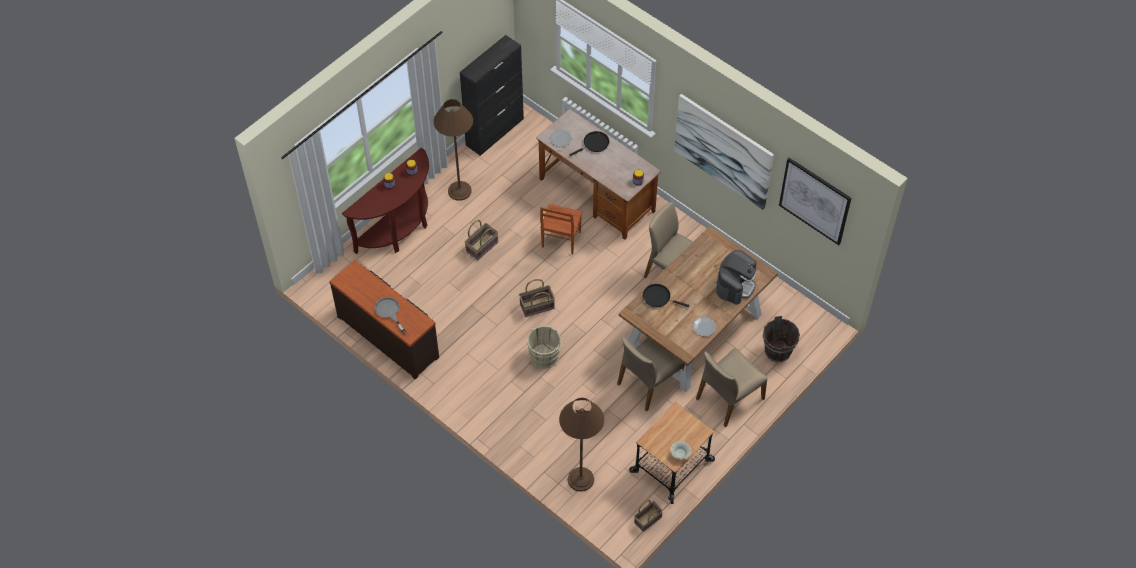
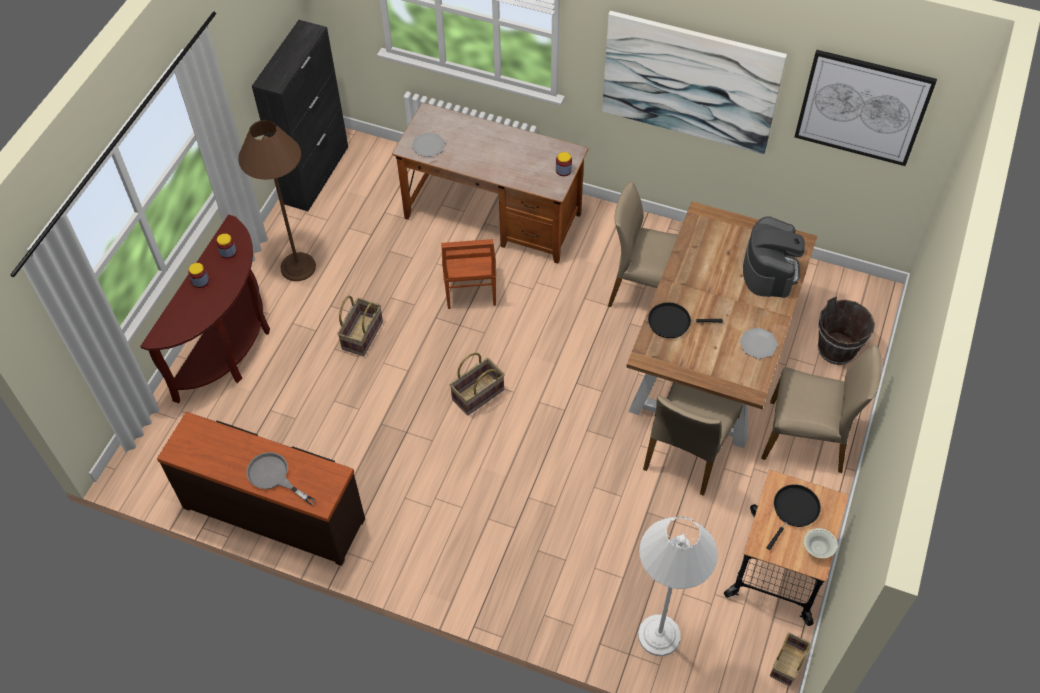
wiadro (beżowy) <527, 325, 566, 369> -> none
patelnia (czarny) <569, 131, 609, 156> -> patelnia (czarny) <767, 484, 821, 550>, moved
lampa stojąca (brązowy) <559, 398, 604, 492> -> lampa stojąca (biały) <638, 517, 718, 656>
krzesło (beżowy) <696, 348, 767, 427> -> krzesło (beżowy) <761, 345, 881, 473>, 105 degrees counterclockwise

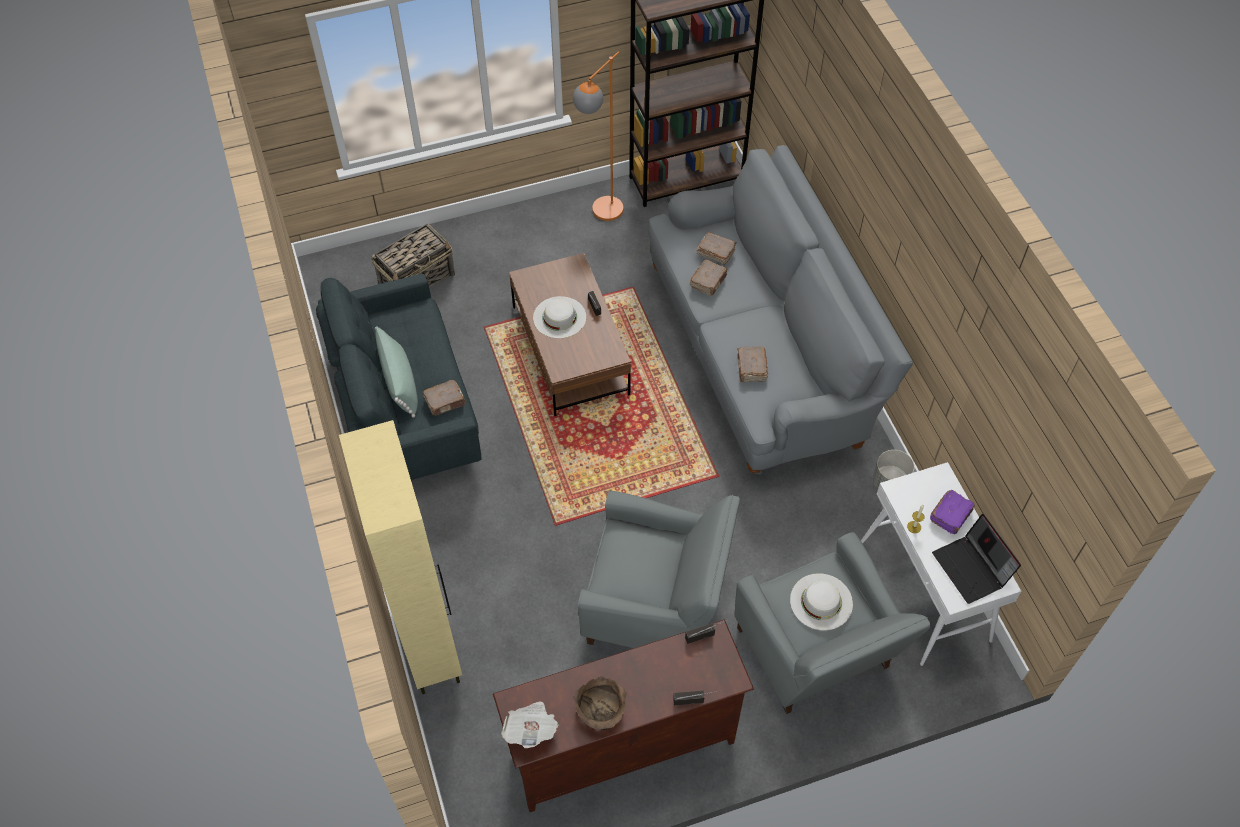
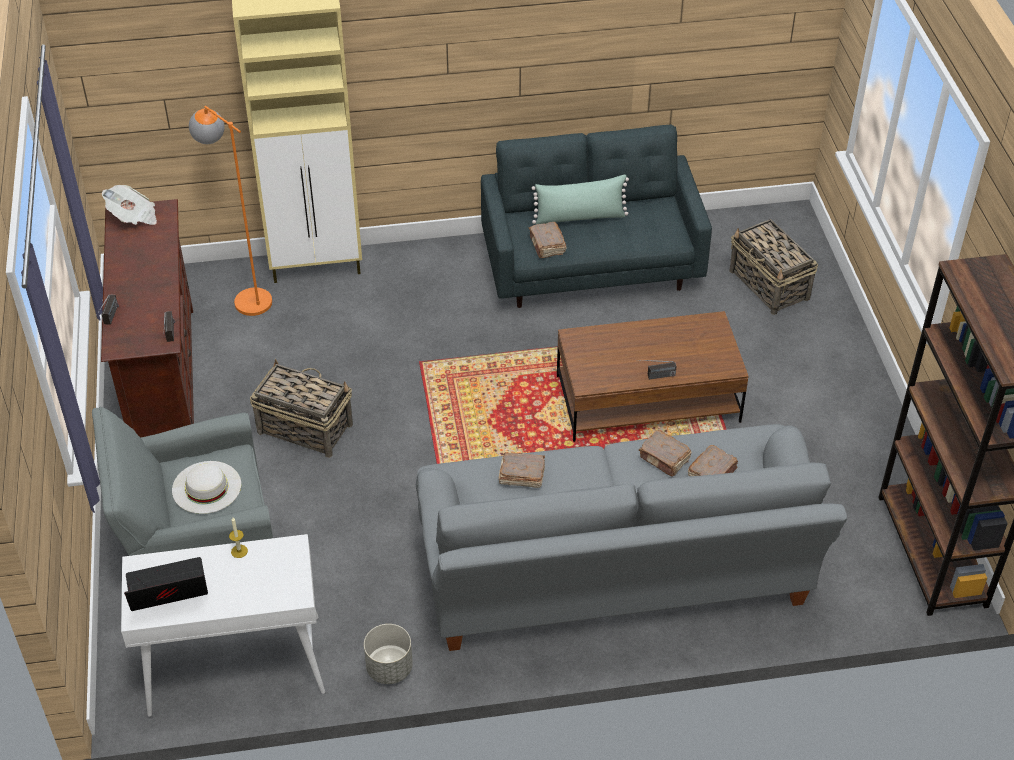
kapelusz (biały) <533, 296, 586, 338> -> none
miska (brązowy) <573, 676, 627, 730> -> none
książka (fioletowy) <930, 490, 975, 534> -> none
lampa stojąca (pomarańczowy) <573, 52, 623, 221> -> lampa stojąca (pomarańczowy) <189, 106, 272, 316>, moved
fotel (szary) <578, 491, 740, 648> -> koszyk <250, 359, 353, 458>

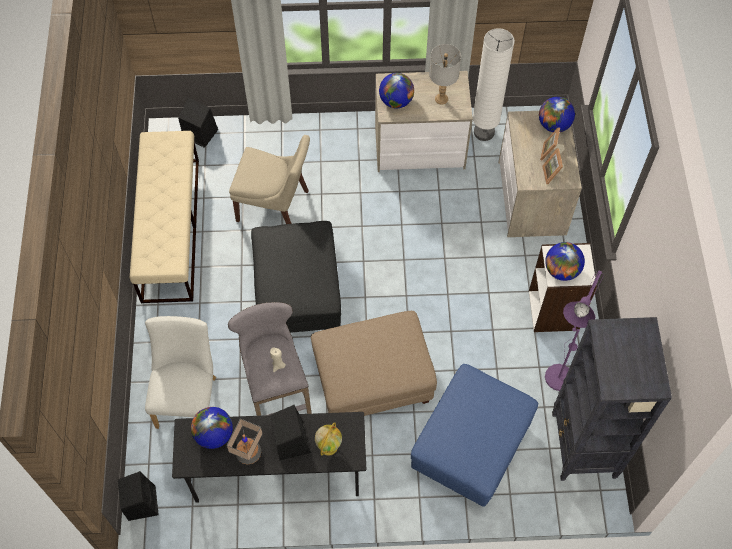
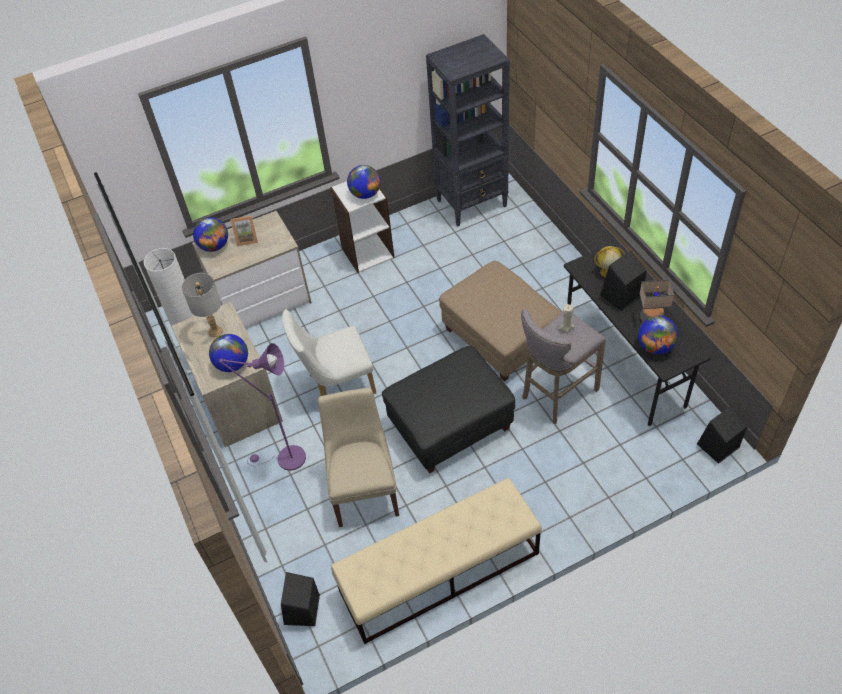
pufa (niebieski) <411, 364, 538, 507> -> none
ramka na zdjęcie <542, 148, 564, 184> -> none
krzesło (biały) <145, 316, 216, 429> -> krzesło (biały) <282, 310, 376, 396>, moved
lampa stojąca (fioletowy) <545, 270, 604, 391> -> lampa stojąca (fioletowy) <219, 343, 306, 471>, moved

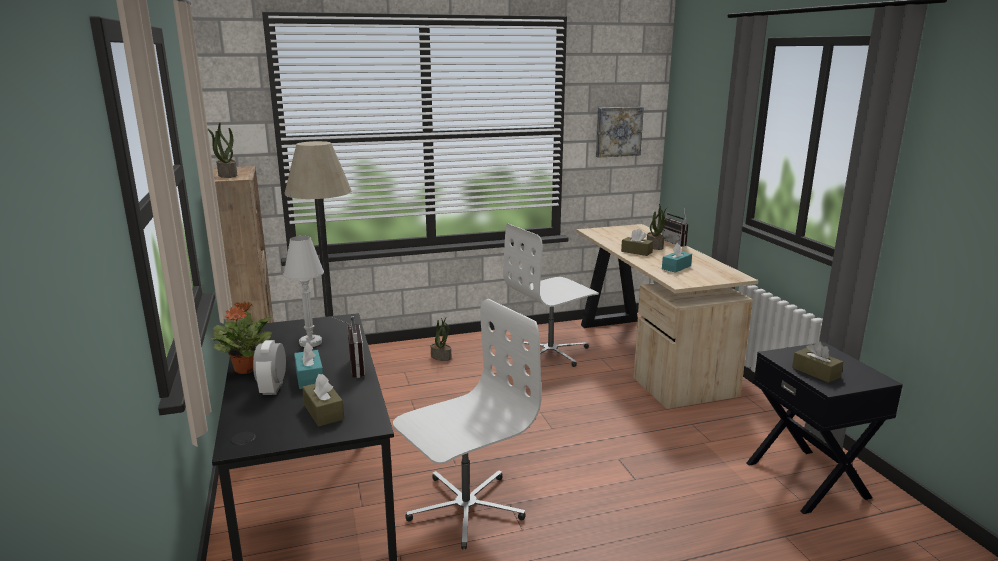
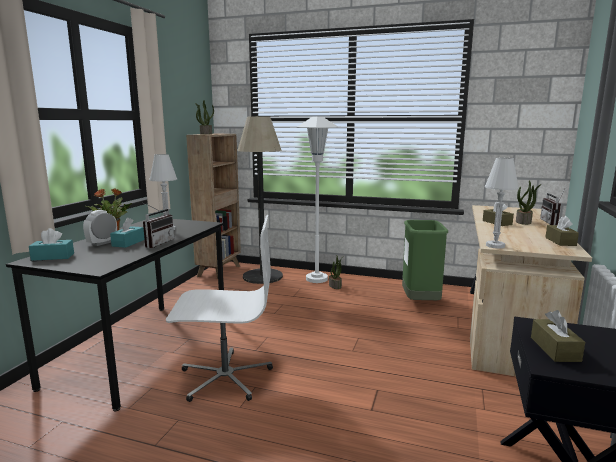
obraz <596, 107, 644, 158> -> none
none -> lampa stojąca (biały) <297, 116, 339, 283>
none -> lampa stołowa (biały) <485, 158, 519, 249>
pudełko chusteczek (brązowy) <302, 374, 344, 427> -> pudełko chusteczek (brązowy) <545, 216, 579, 246>, moved
pudełko chusteczek (turkusowy) <662, 243, 692, 273> -> pudełko chusteczek (turkusowy) <29, 228, 74, 261>, moved
krzesło biurowe (biały) <503, 223, 599, 367> -> kosz na śmieci (zielony) <402, 220, 448, 300>

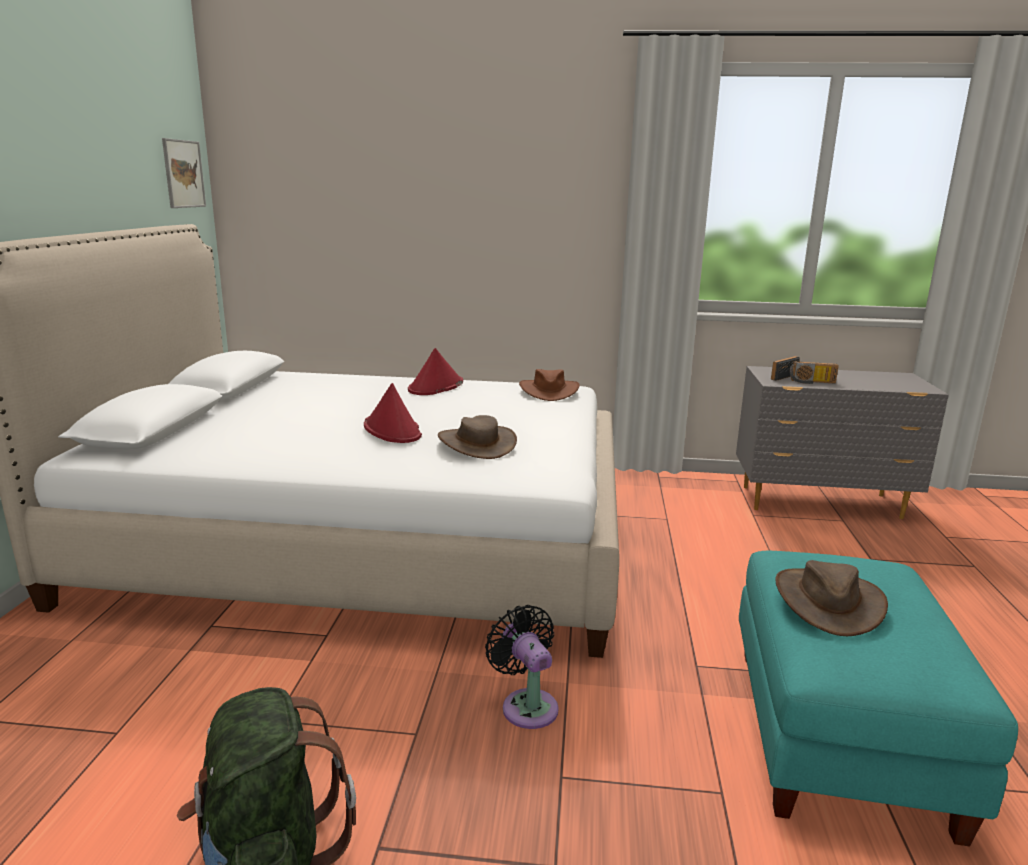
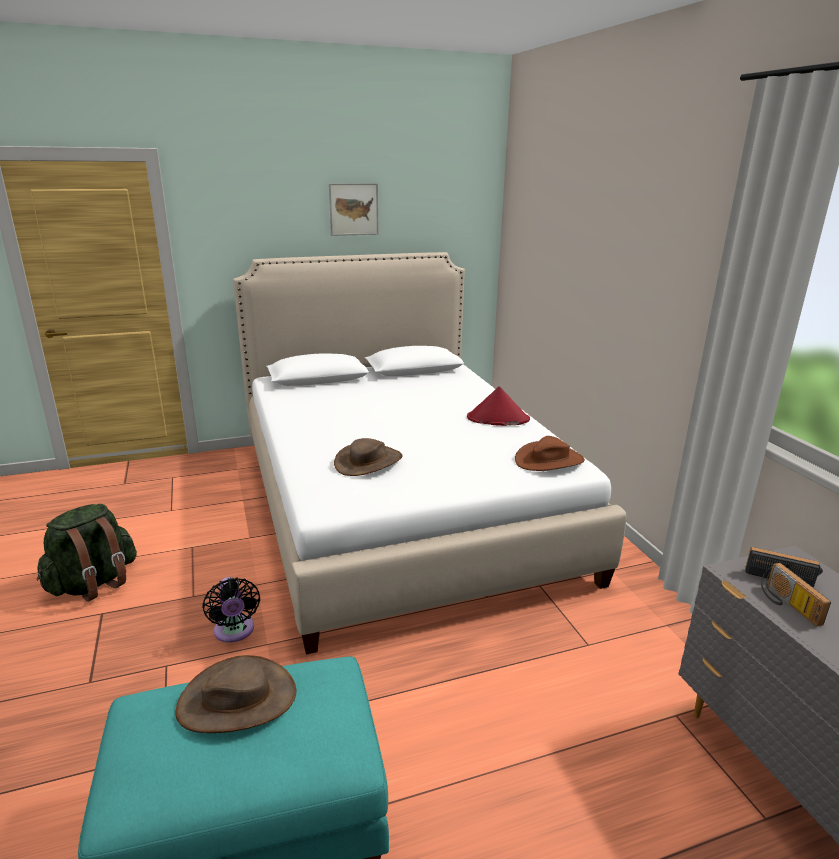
kapelusz (czerwony) <364, 383, 422, 443> -> none
obraz <162, 138, 206, 208> -> obraz <329, 183, 379, 236>, moved
wentylator (czarny) <485, 605, 559, 729> -> wentylator (czarny) <202, 577, 260, 643>, 120 degrees clockwise

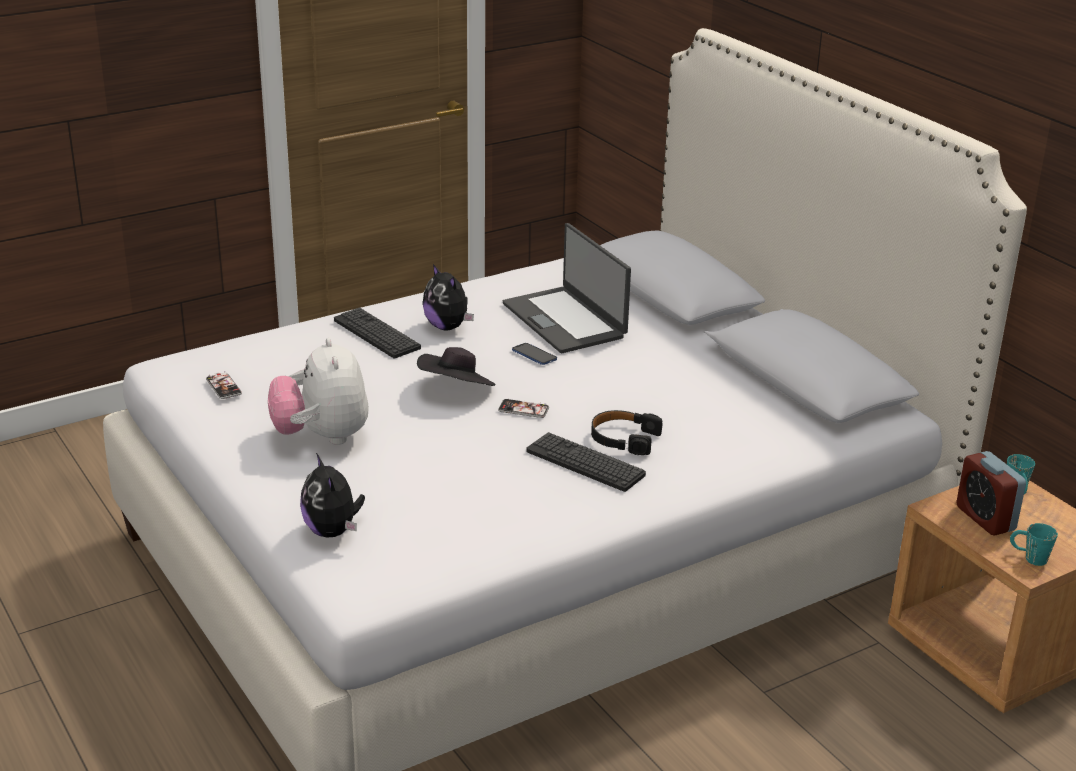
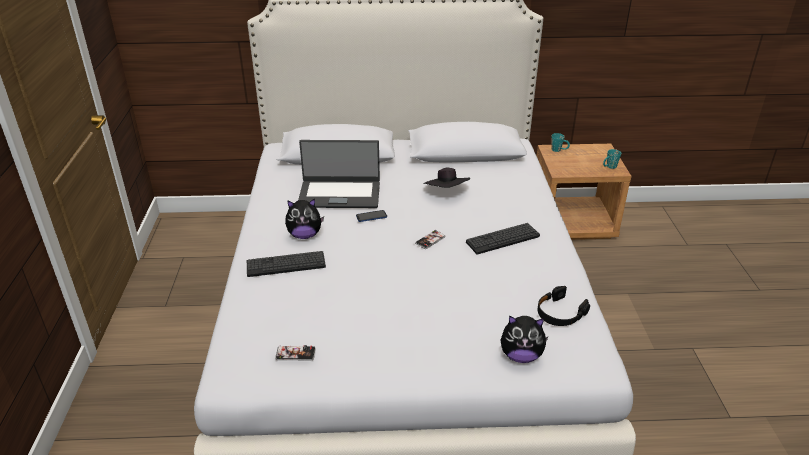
pluszak <268, 338, 369, 445> -> none
budzik <956, 451, 1026, 536> -> none
kapelusz (czarny) <417, 347, 495, 386> -> kapelusz (czarny) <423, 168, 470, 188>, moved
słuchawki (czarny) <591, 410, 662, 455> -> słuchawki (czarny) <538, 286, 590, 326>, moved

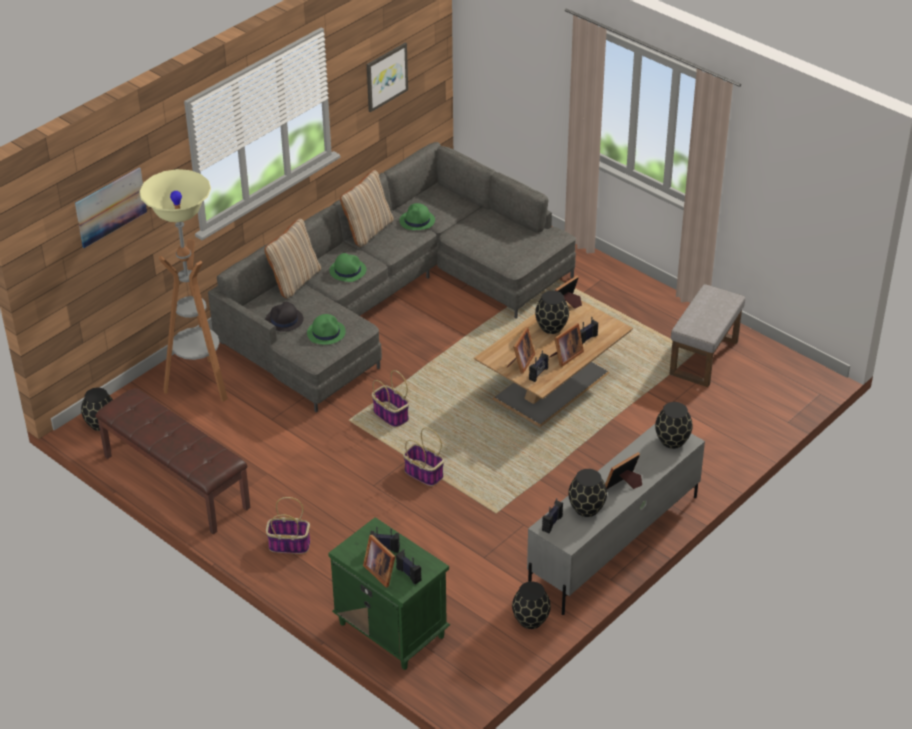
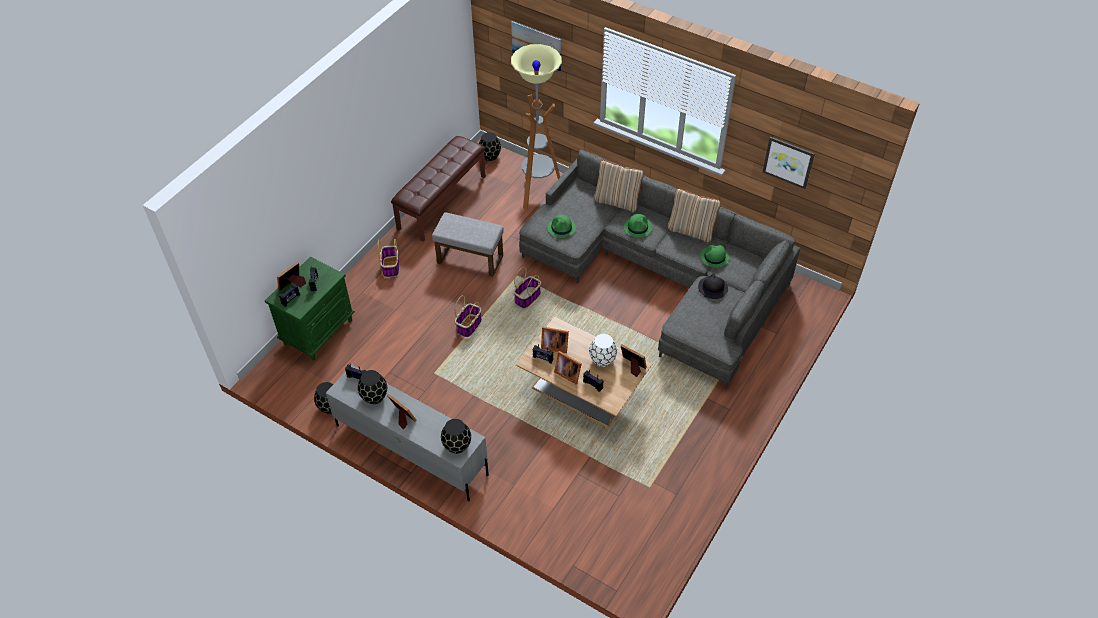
kapelusz (czarny) <265, 302, 304, 332> -> kapelusz (czarny) <698, 274, 728, 299>, moved
pufa (szary) <669, 284, 745, 387> -> pufa (szary) <432, 212, 504, 277>, moved
wazon (czarny) <535, 291, 569, 334> -> wazon (biały) <589, 334, 617, 367>

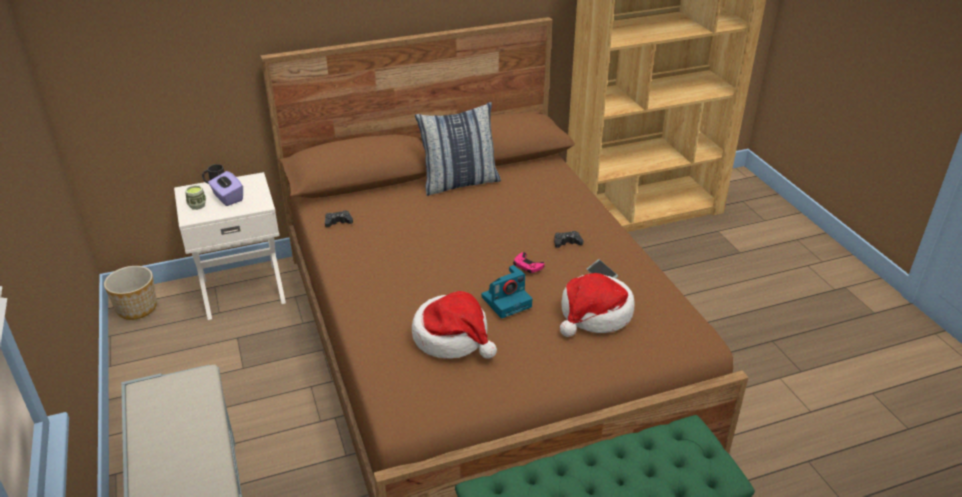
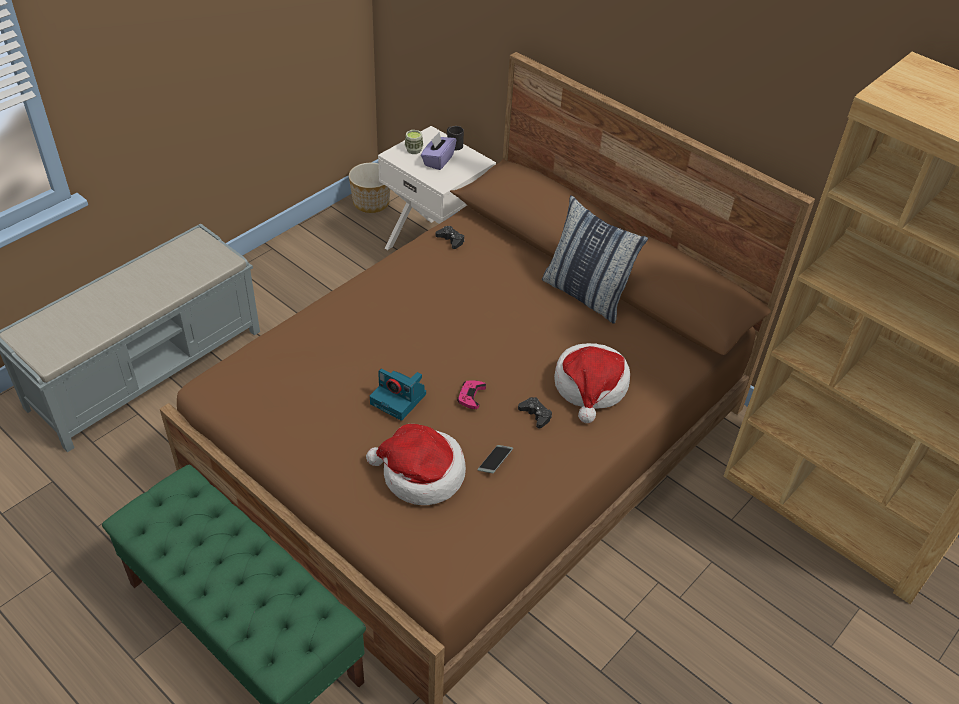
kapelusz <412, 291, 497, 359> -> kapelusz <554, 343, 630, 423>, moved

